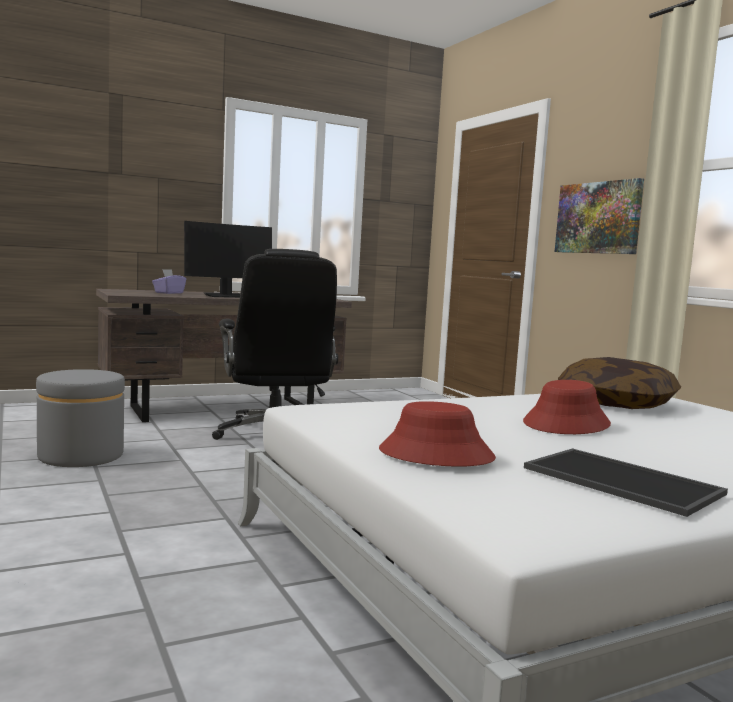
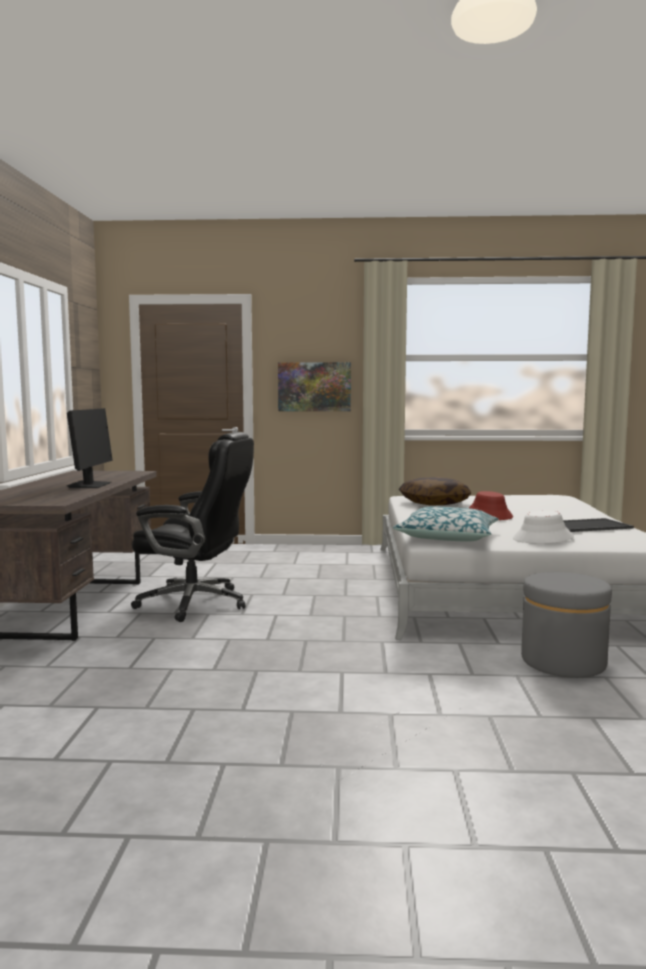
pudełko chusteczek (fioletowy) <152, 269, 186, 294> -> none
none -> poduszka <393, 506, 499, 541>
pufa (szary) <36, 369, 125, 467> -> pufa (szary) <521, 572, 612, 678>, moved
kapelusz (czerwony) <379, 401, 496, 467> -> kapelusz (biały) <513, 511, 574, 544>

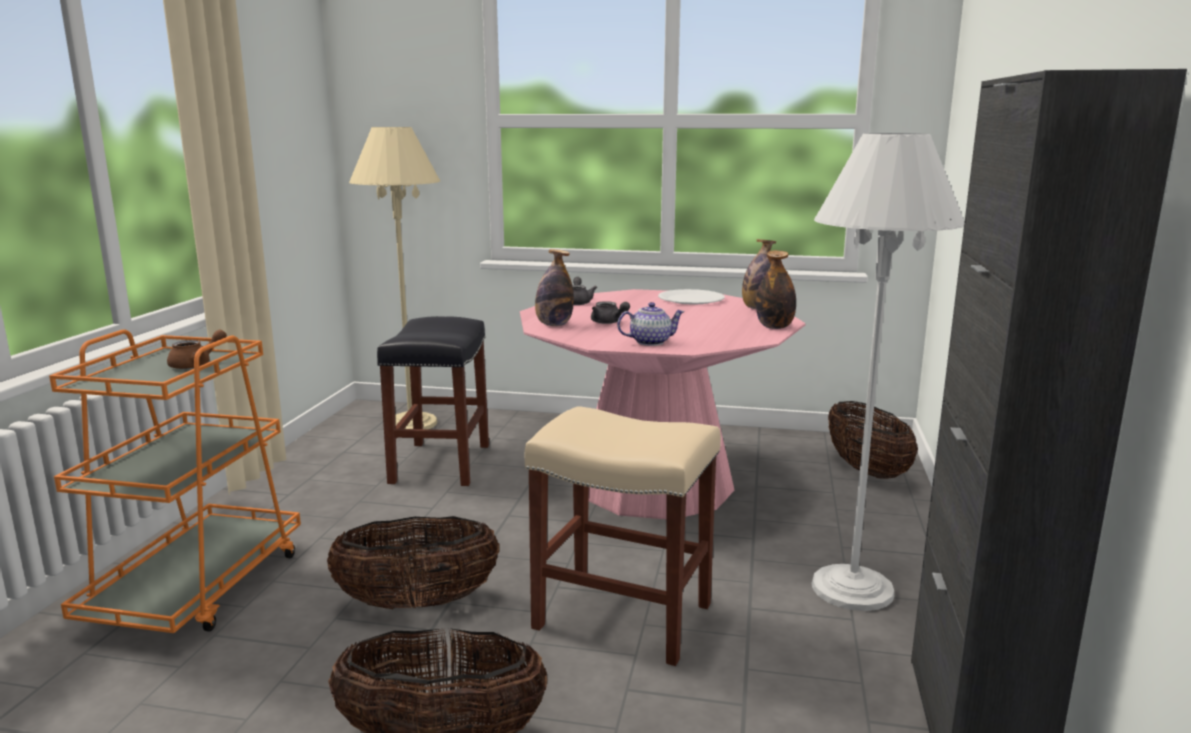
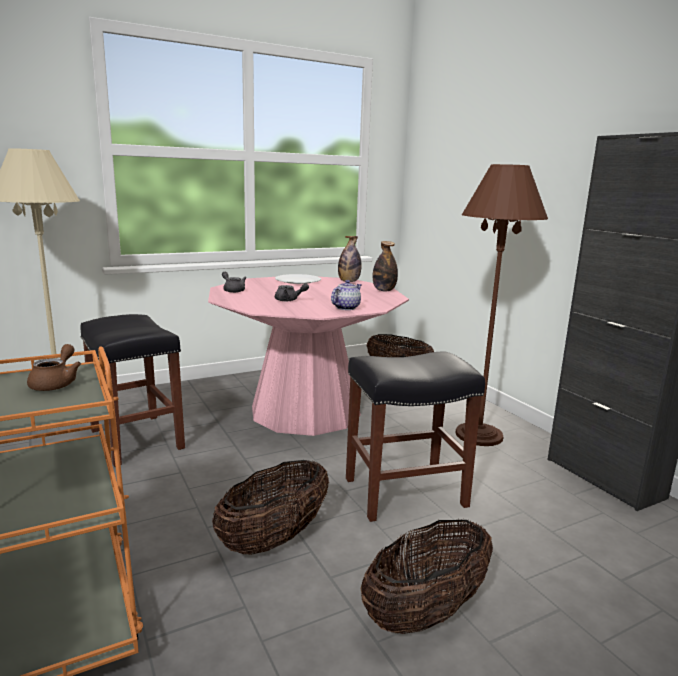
butelka <535, 249, 574, 326> -> none
stołek (beżowy) <525, 406, 721, 666> -> stołek (czarny) <346, 351, 485, 522>
lampa stojąca (biały) <812, 133, 964, 611> -> lampa stojąca (brązowy) <455, 164, 548, 446>

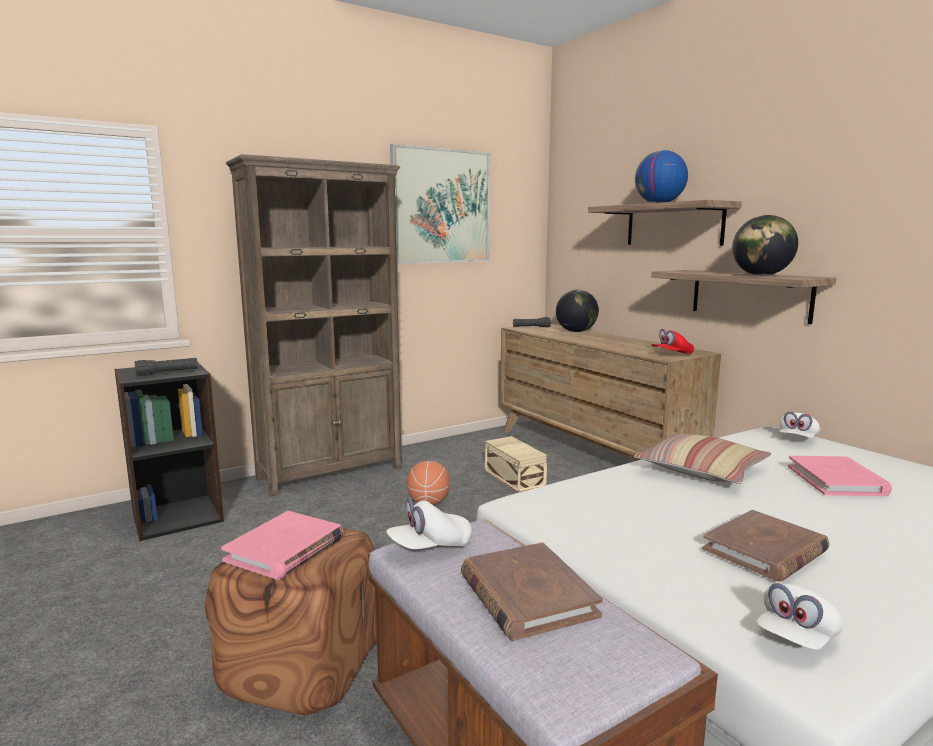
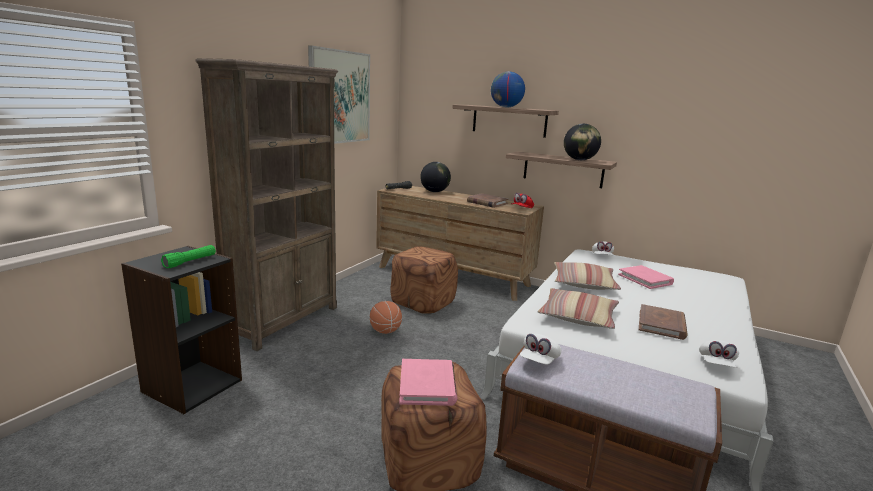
none -> poduszka <537, 288, 619, 329>
książka (brązowy) <461, 542, 603, 641> -> książka (brązowy) <467, 193, 509, 208>, moved
pojemnik do przechowywania (beżowy) <485, 436, 547, 493> -> pufa (brązowy) <391, 246, 458, 314>
latarka (czarny) <134, 358, 198, 376> -> latarka (zielony) <161, 245, 216, 268>

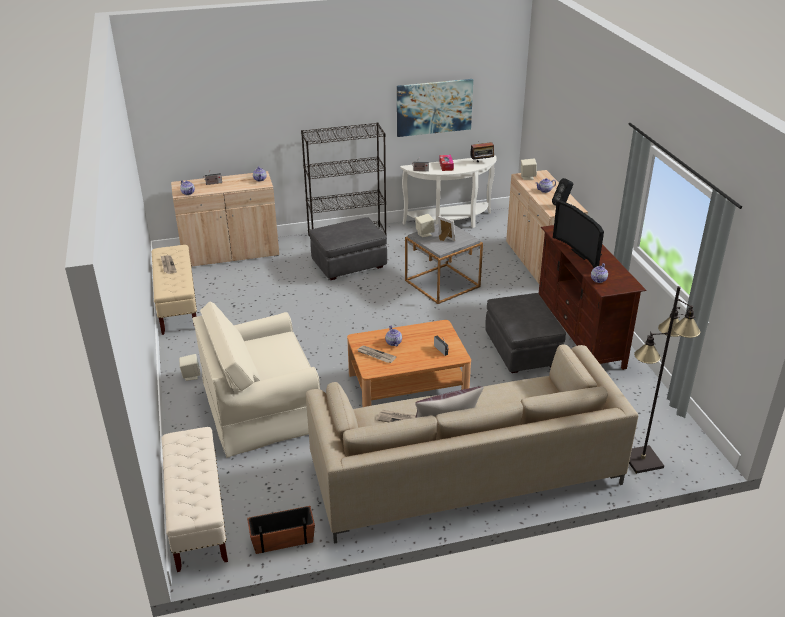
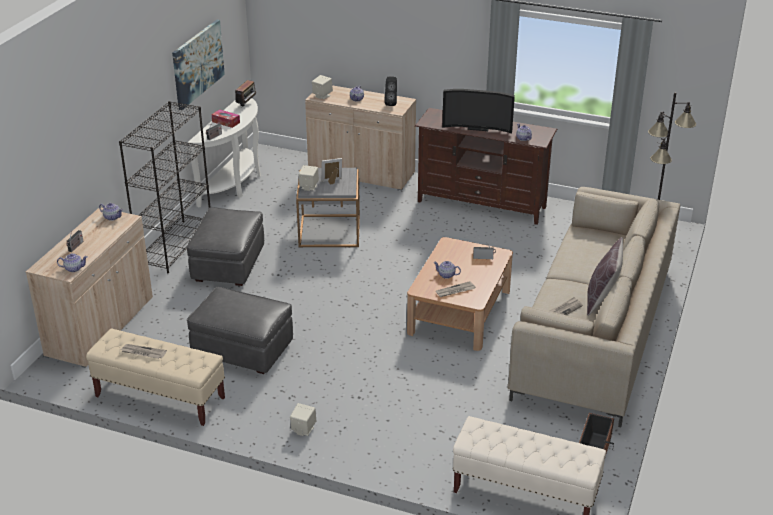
fotel (beżowy) <193, 302, 320, 458> -> none
pufa (szary) <485, 293, 566, 373> -> pufa (szary) <187, 287, 293, 374>, moved

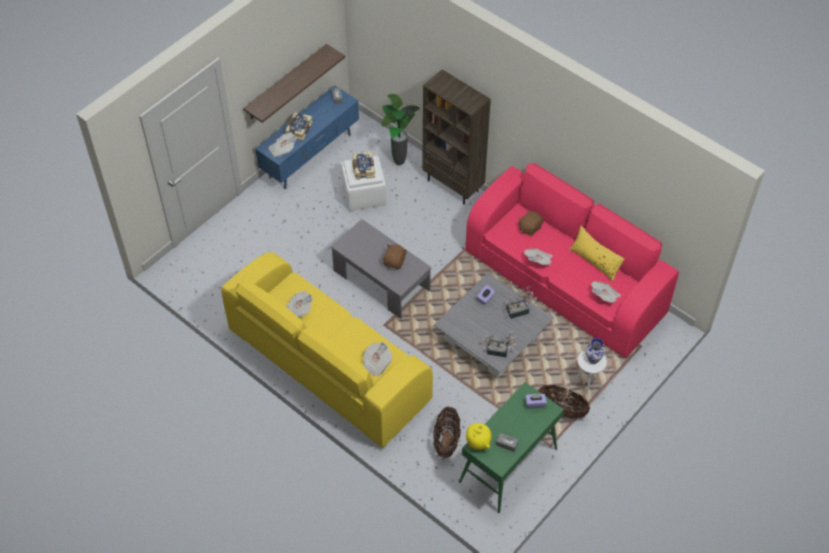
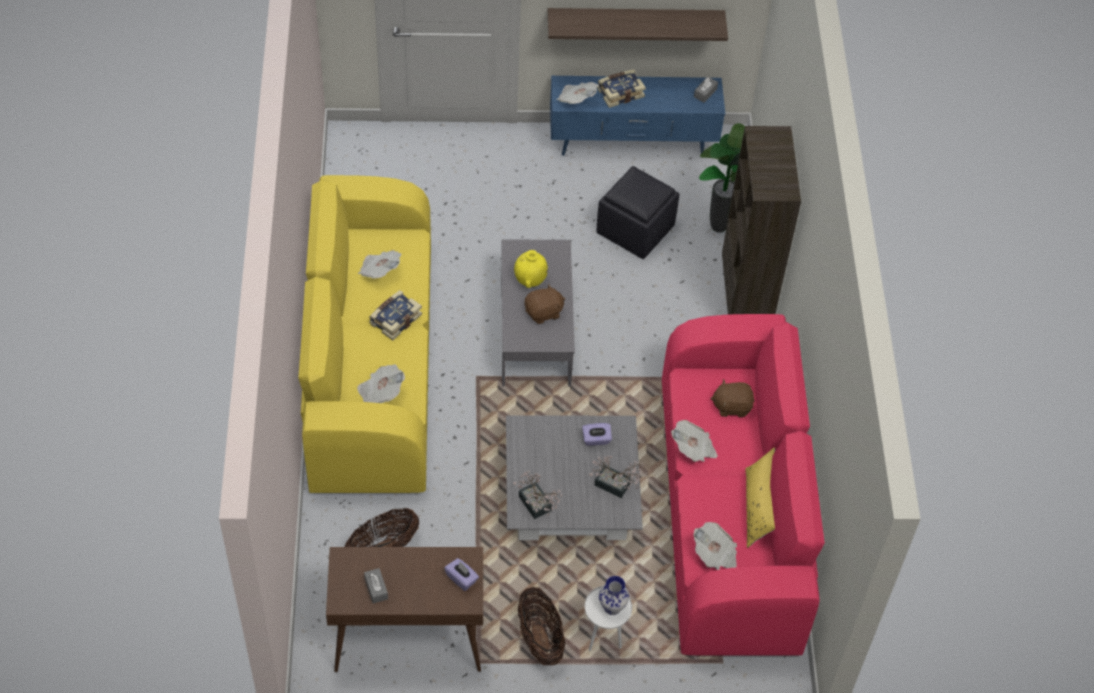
książka <352, 152, 375, 180> -> książka <369, 290, 422, 341>, moved
wazon (żółty) <466, 423, 492, 450> -> wazon (żółty) <514, 250, 548, 288>, moved
pufa (biały) <341, 156, 387, 211> -> pufa (czarny) <597, 166, 680, 259>
stolik konsolowy (zielony) <459, 382, 564, 513> -> stolik konsolowy (brązowy) <326, 547, 483, 672>

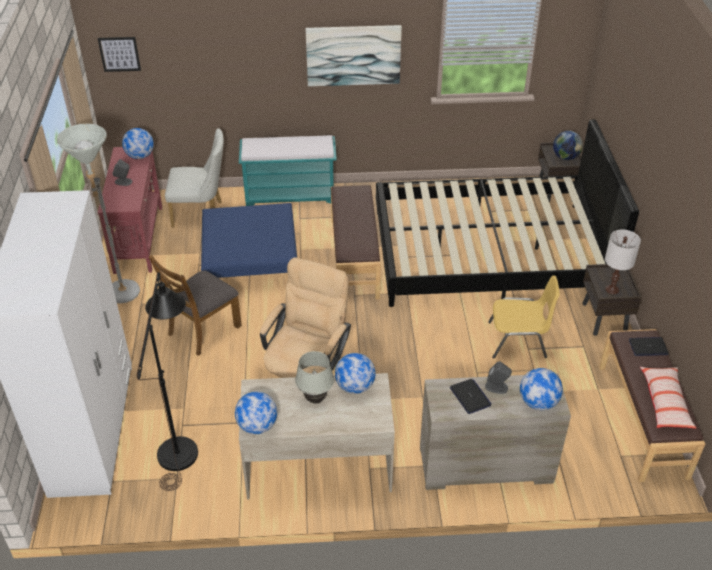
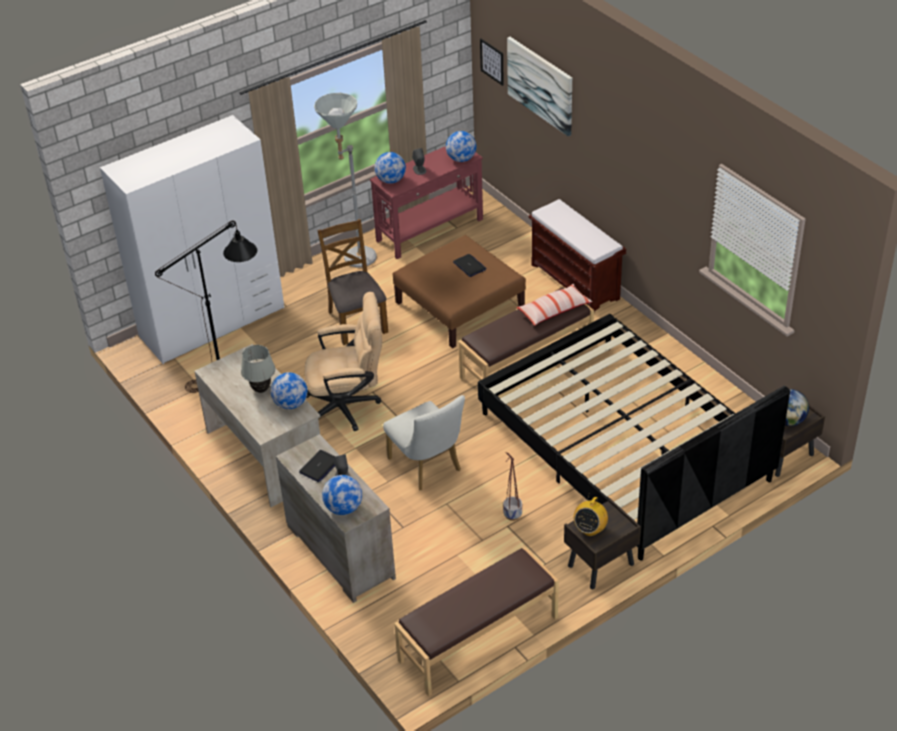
krzesło (biały) <165, 128, 224, 228> -> krzesło (biały) <383, 395, 465, 490>, moved
globus <235, 391, 277, 434> -> globus <375, 152, 406, 183>, moved
obraz <306, 25, 402, 86> -> obraz <507, 37, 572, 136>, moved
laptop <629, 337, 669, 356> -> laptop <453, 254, 487, 277>, moved
poduszka <640, 367, 696, 428> -> poduszka <517, 284, 592, 326>, moved
krzesło (żółty) <488, 275, 560, 358> -> donica <503, 452, 522, 521>
lampa stołowa (biały) <605, 229, 641, 294> -> radio <574, 493, 608, 536>
pufa (niebieski) <201, 203, 297, 278> -> pufa (brązowy) <393, 235, 526, 348>
ławka (turkusowy) <239, 135, 337, 206> -> ławka (brązowy) <528, 199, 626, 311>
krzesło (brązowy) <149, 255, 242, 356> -> krzesło (brązowy) <317, 219, 388, 345>, 60 degrees clockwise

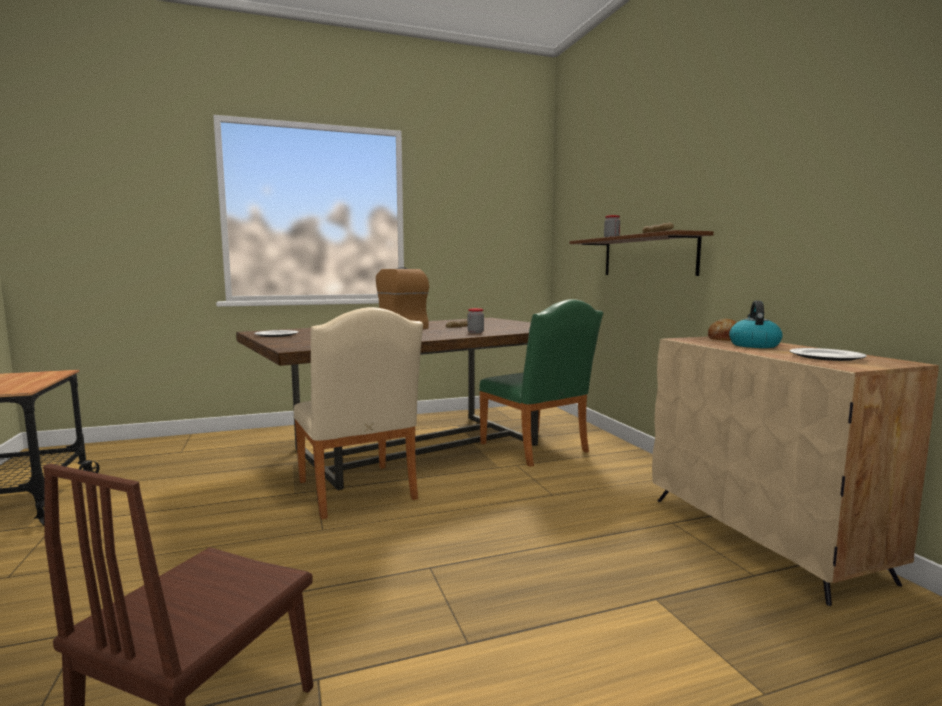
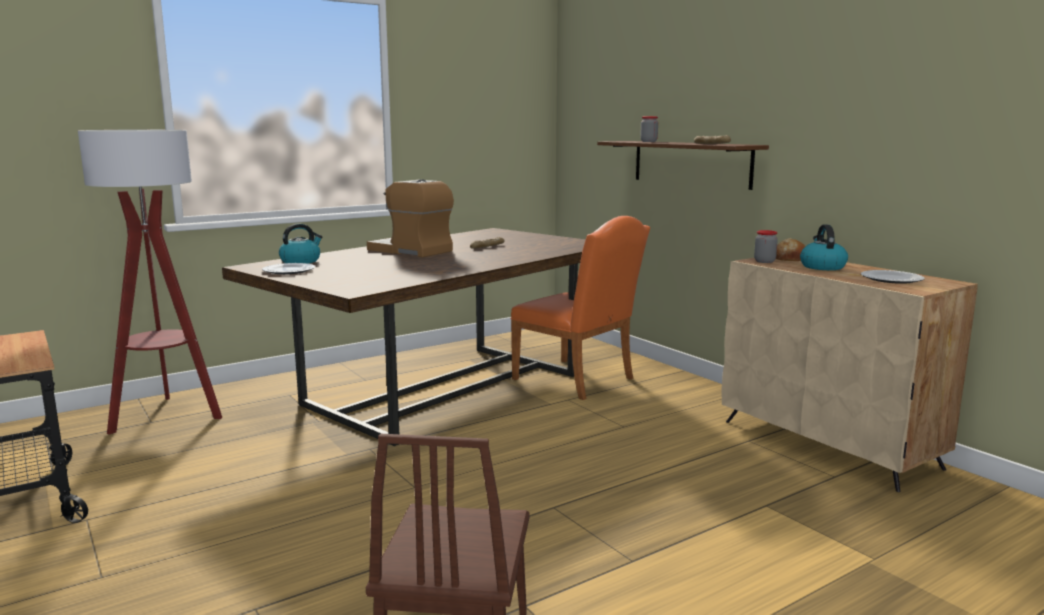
krzesło (beżowy) <293, 307, 423, 520> -> none
none -> lampa stojąca <78, 130, 222, 435>
none -> czajnik <279, 223, 323, 264>
słoik <468, 308, 484, 333> -> słoik <754, 230, 778, 263>, moved
krzesło (zielony) <479, 299, 603, 467> -> krzesło (pomarańczowy) <510, 216, 650, 400>

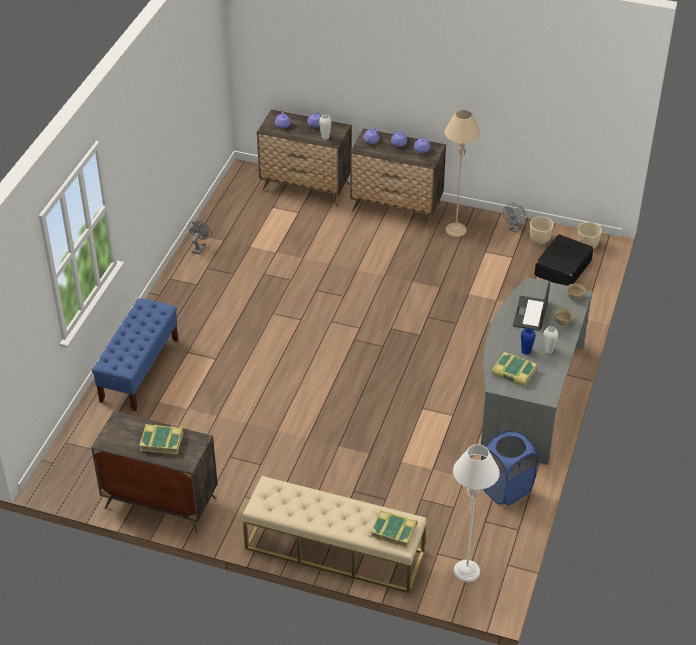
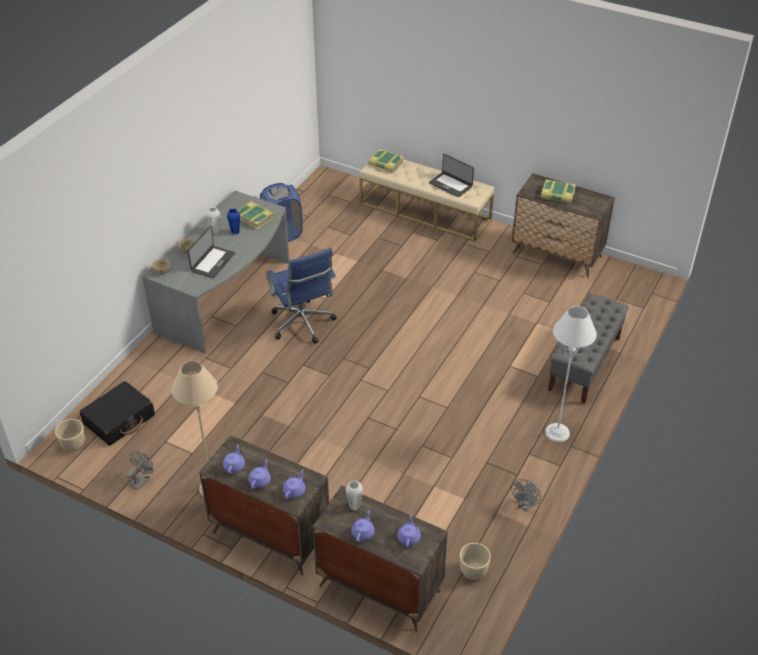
none -> krzesło biurowe (niebieski) <266, 248, 337, 344>
none -> laptop <429, 154, 474, 197>
lampa stojąca (biały) <453, 444, 500, 582> -> lampa stojąca (biały) <545, 306, 597, 442>, moved
donica (beżowy) <530, 217, 554, 244> -> donica (beżowy) <460, 543, 491, 580>, moved
ławka (niebieski) <92, 298, 178, 411> -> ławka (szary) <548, 293, 629, 404>

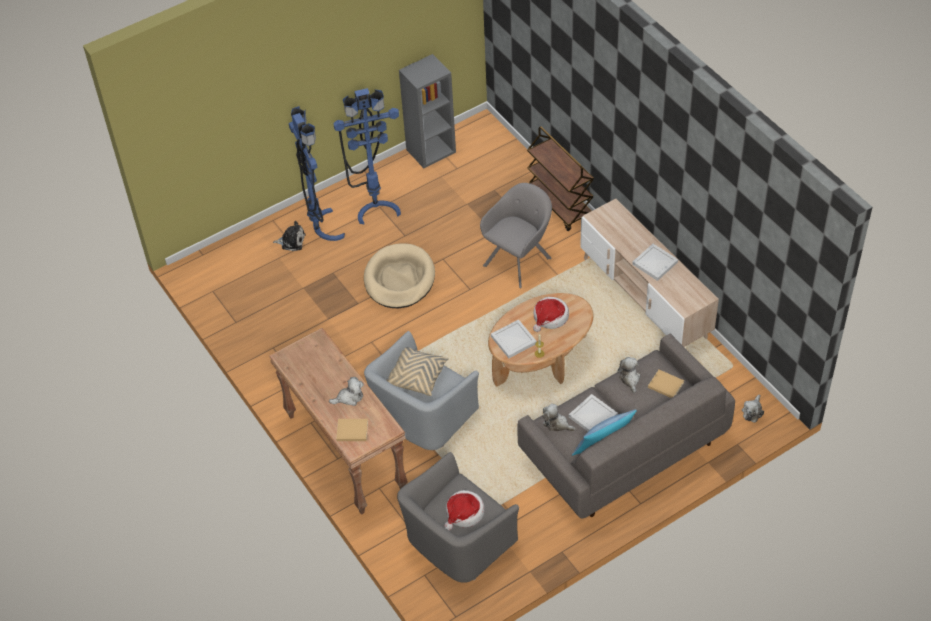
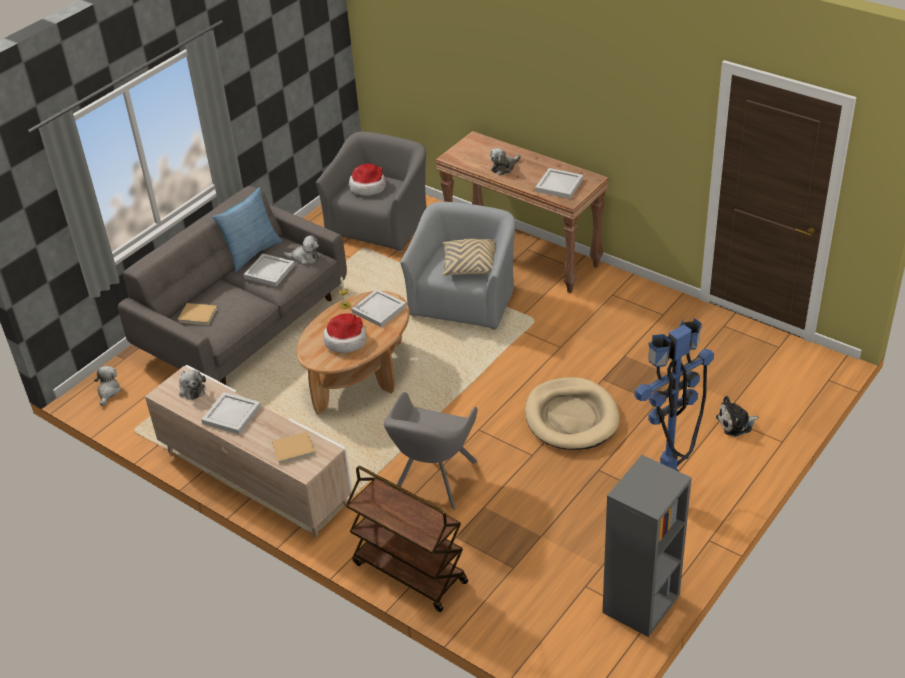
lampa stojąca (niebieski) <289, 106, 345, 241> -> none
none -> taca (biały) <535, 168, 583, 199>
książka (beżowy) <336, 419, 368, 441> -> książka (beżowy) <272, 432, 315, 465>, moved
pluszak <617, 357, 641, 393> -> pluszak <179, 370, 206, 400>, moved

